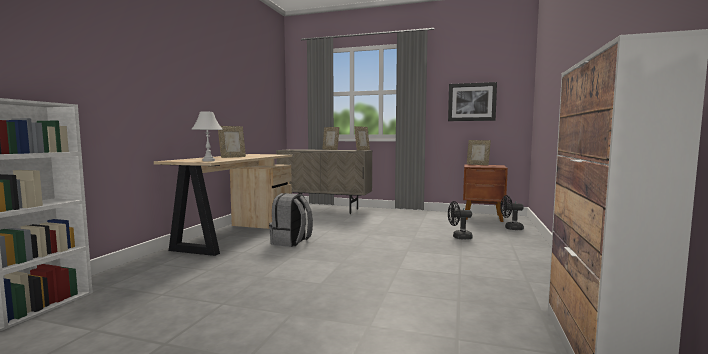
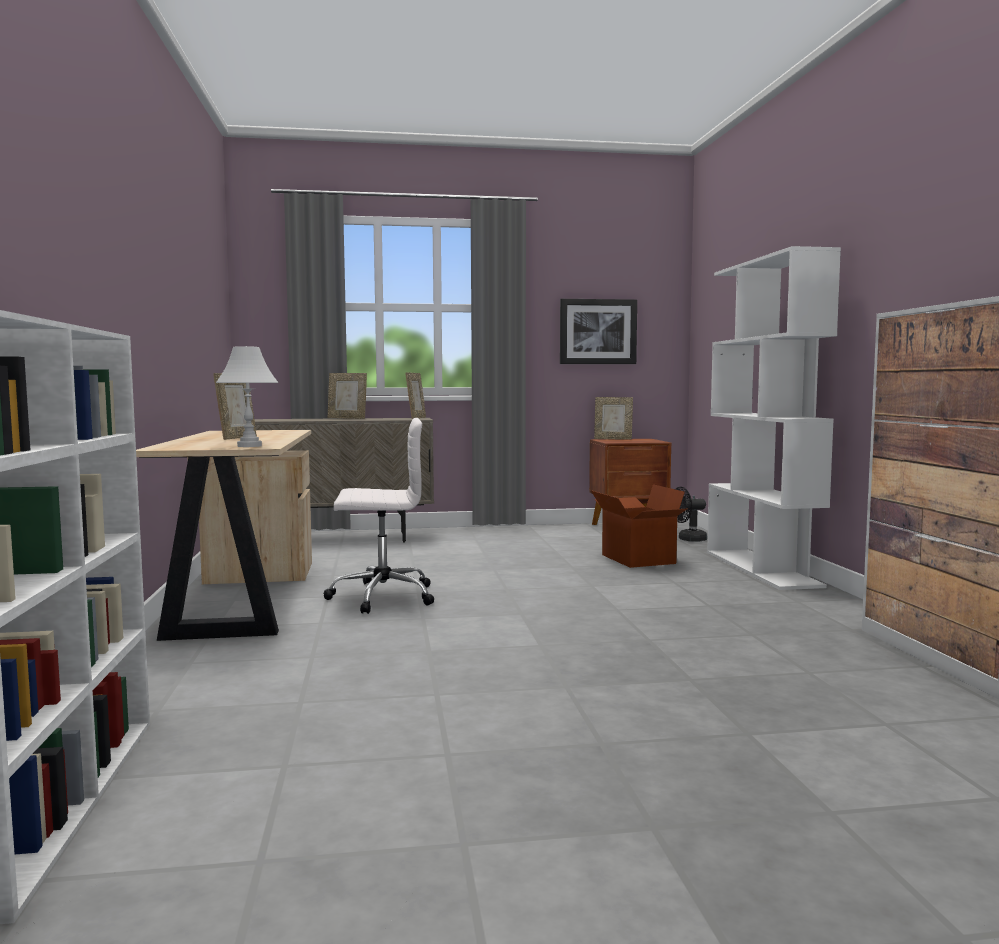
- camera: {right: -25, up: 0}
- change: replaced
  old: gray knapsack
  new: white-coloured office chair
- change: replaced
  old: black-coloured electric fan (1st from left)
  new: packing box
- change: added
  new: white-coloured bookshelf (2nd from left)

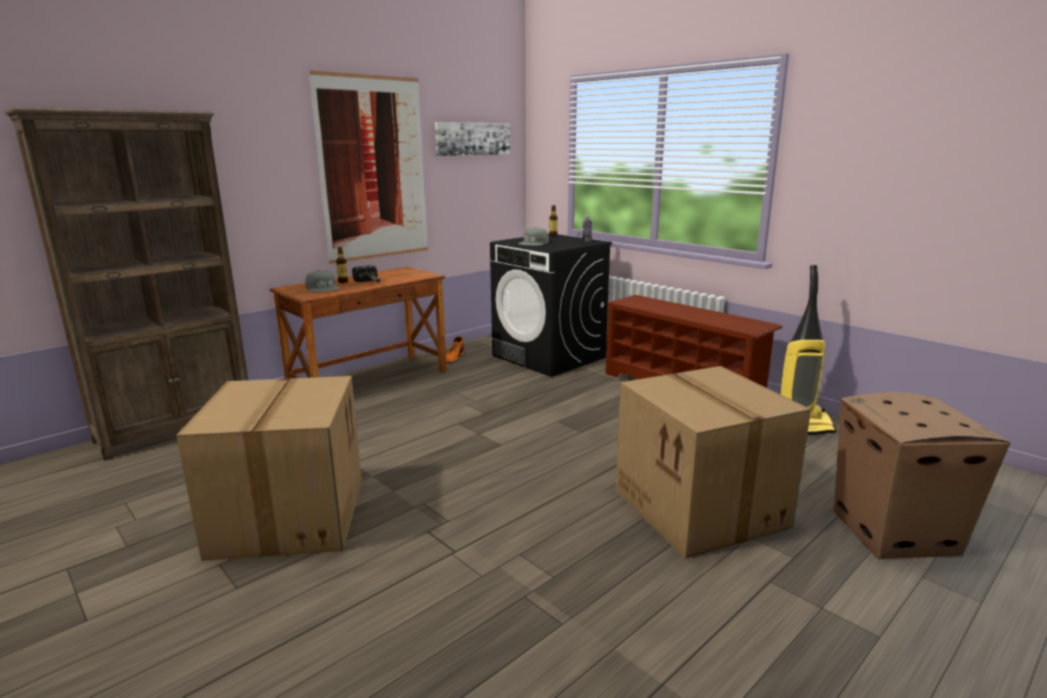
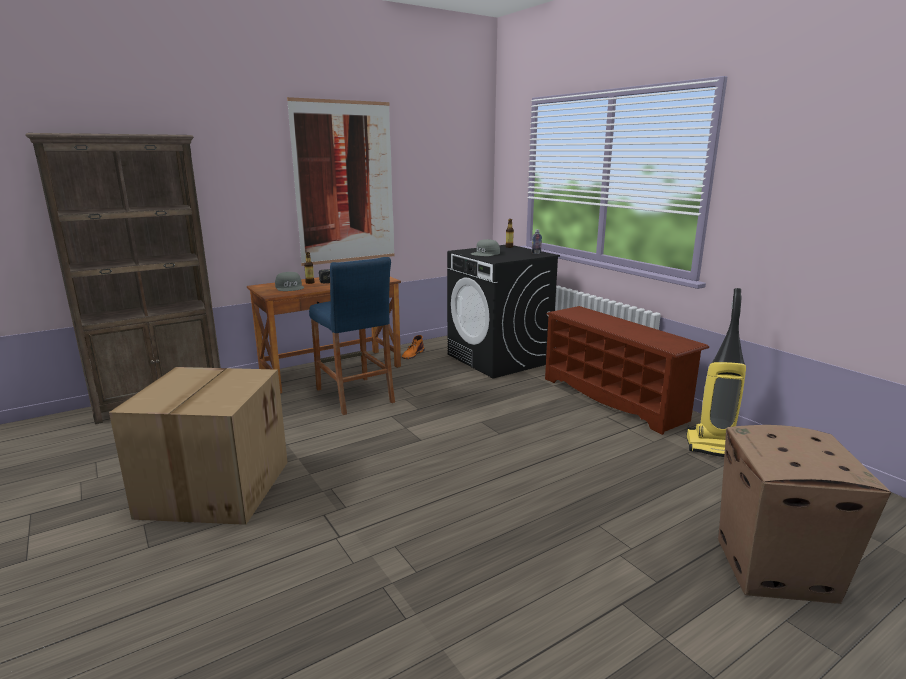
- camera: {right: 10, up: 0}
- change: removed
  old: wall picture (2nd from left)
- change: removed
  old: packing box (2nd from left)
- change: added
  new: blue stool

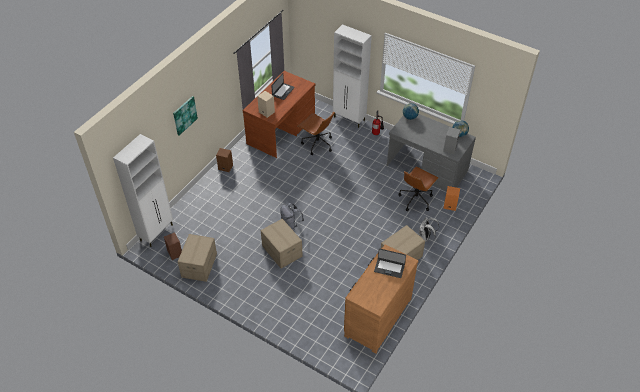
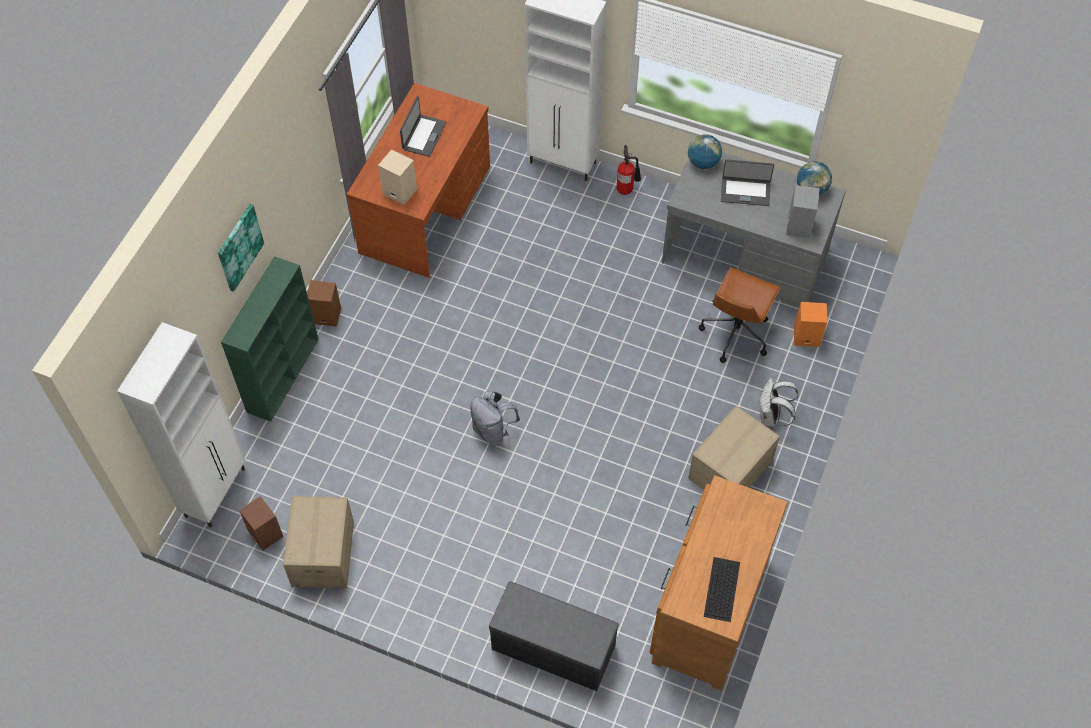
- camera: {right: -10, up: 10}
- change: removed
  old: brown-coloured office chair (1st from left)
- change: removed
  old: packing box (2nd from left)
- change: moved
  old: notebook computer (2nd from left)
- change: added
  new: green-coloured bookshelf
- change: added
  new: computer keyboard
- change: added
  new: gray indoor bench

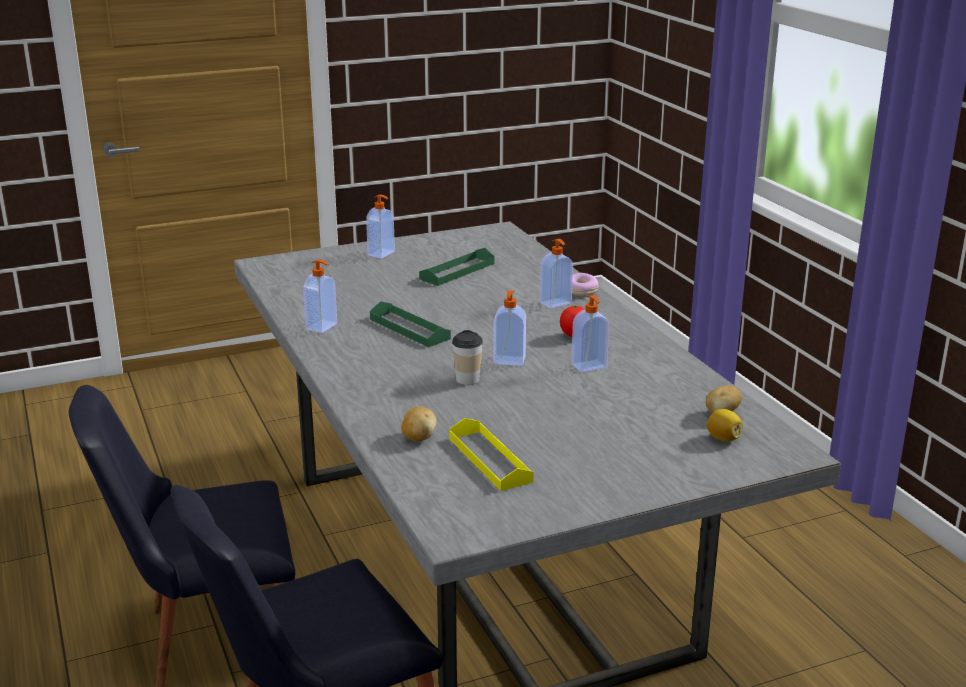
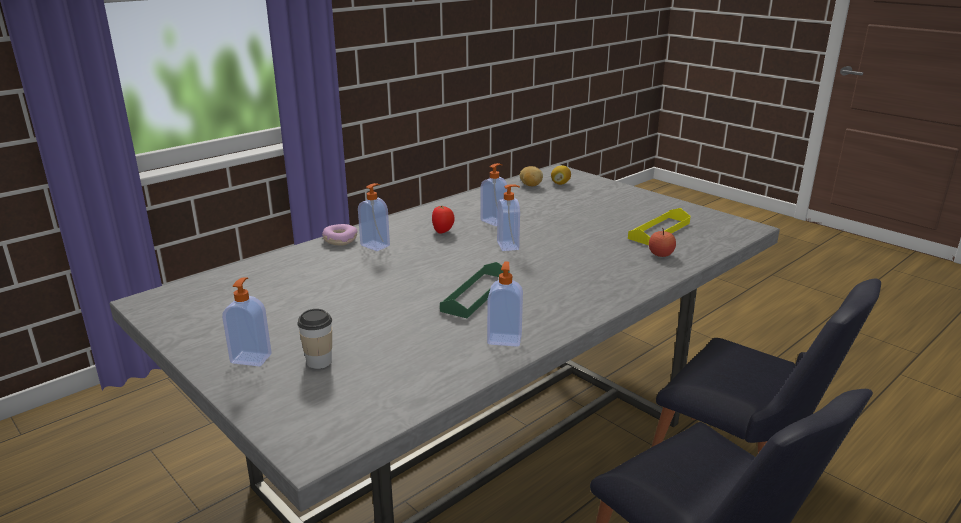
- camera: {right: -110, up: 0}
- change: removed
  old: green-coloured serving tray (2nd from left)
- change: moved
  old: drinking cup
- change: replaced
  old: spud (1st from left)
  new: apple fruit

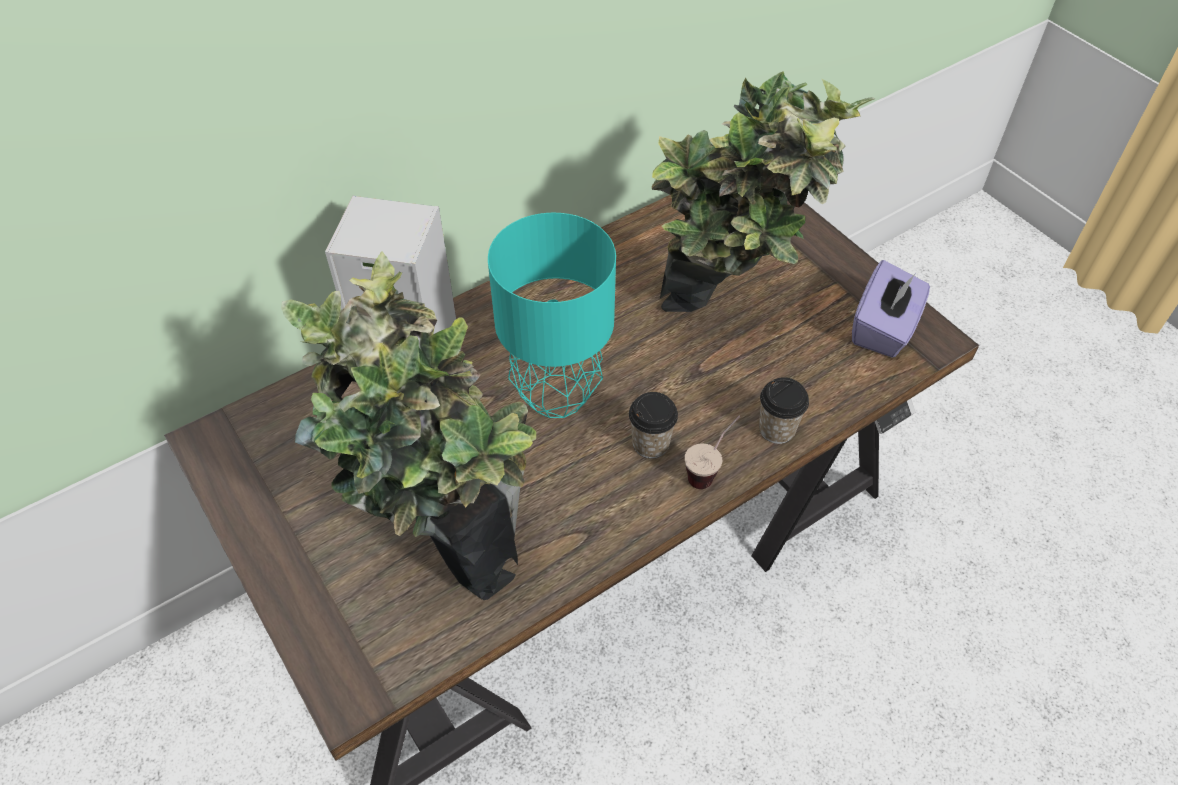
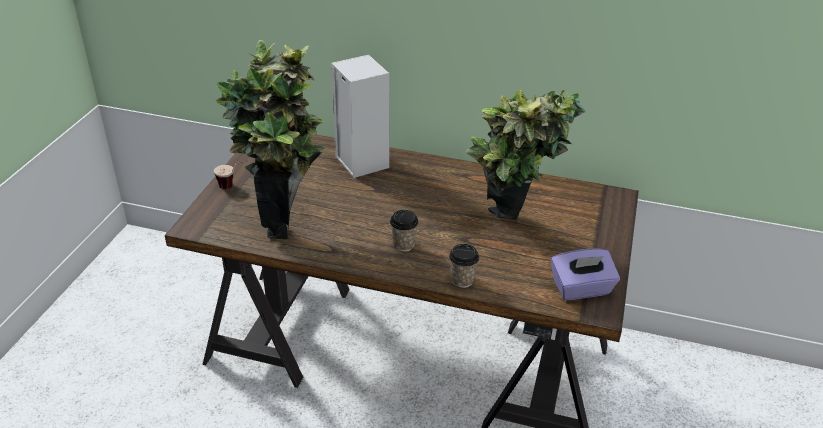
- camera: {right: 50, up: -15}
- change: removed
  old: blue-green lamp for a table
- change: moved
  old: drinking cup (2nd from left in the first image)
  new: drinking cup (1st from left)

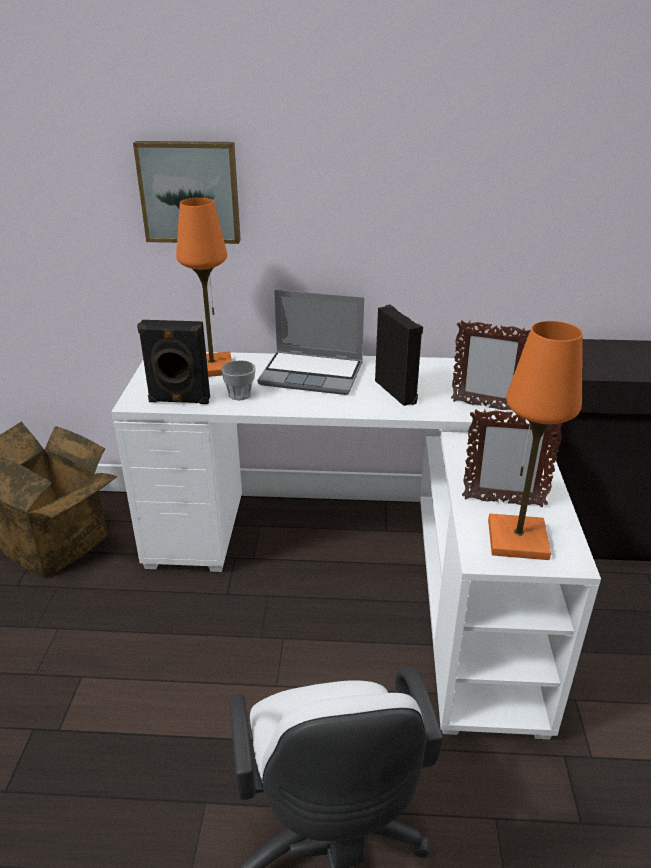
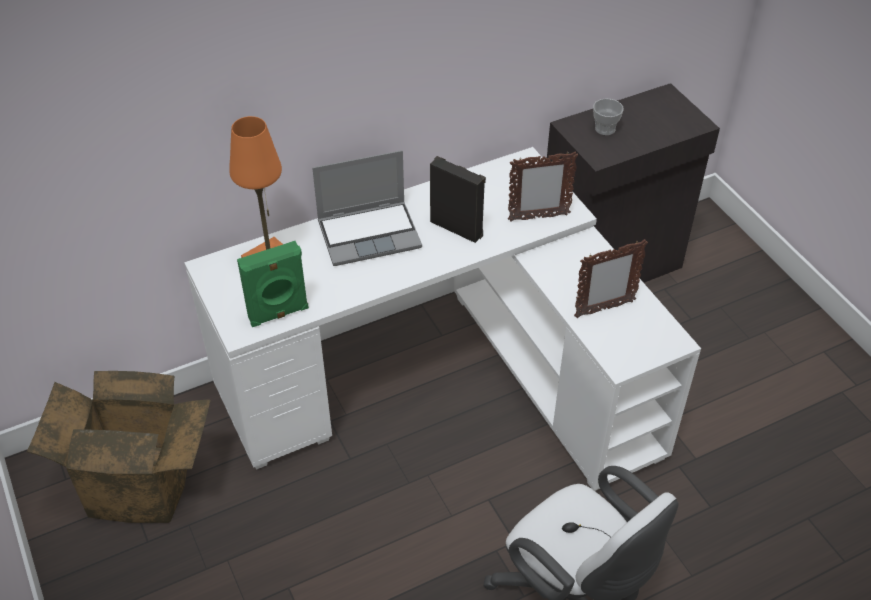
- camera: {right: -30, up: 15}
- change: removed
  old: wall picture
- change: recoloured
  old: black-coloured audio speaker (1st from left)
  new: green-coloured audio speaker
- change: removed
  old: orangey lamp for a table (2nd from left)
- change: moved
  old: drinking cup

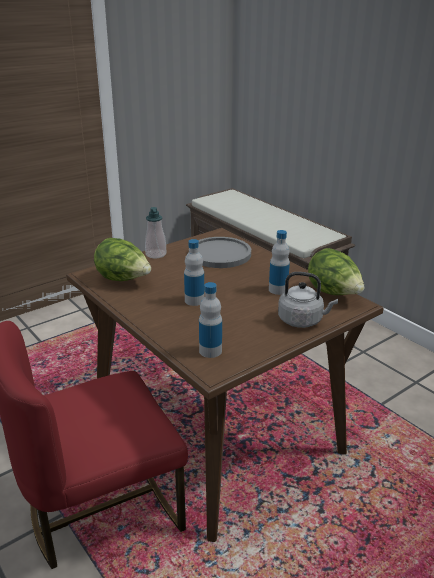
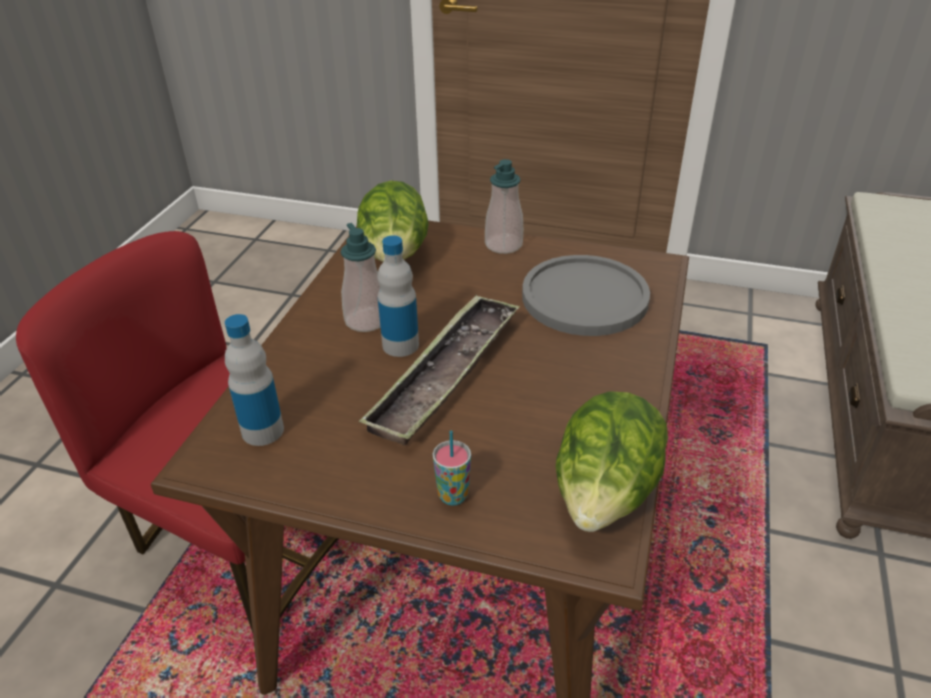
- camera: {right: 55, up: 10}
- change: removed
  old: drink bottle (3rd from left)
- change: replaced
  old: gray tea kettle
  new: drinking cup
- change: added
  new: soap dispenser (1st from left)
- change: added
  new: serving tray

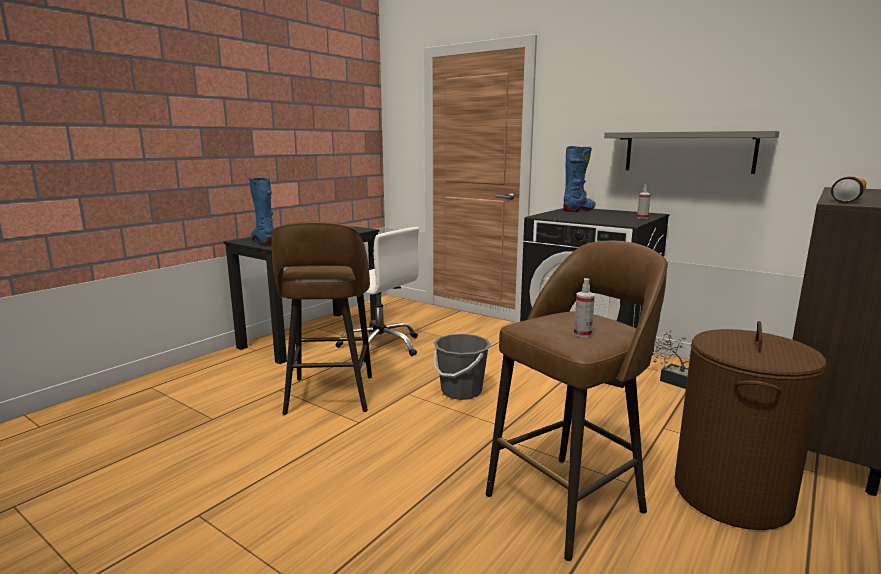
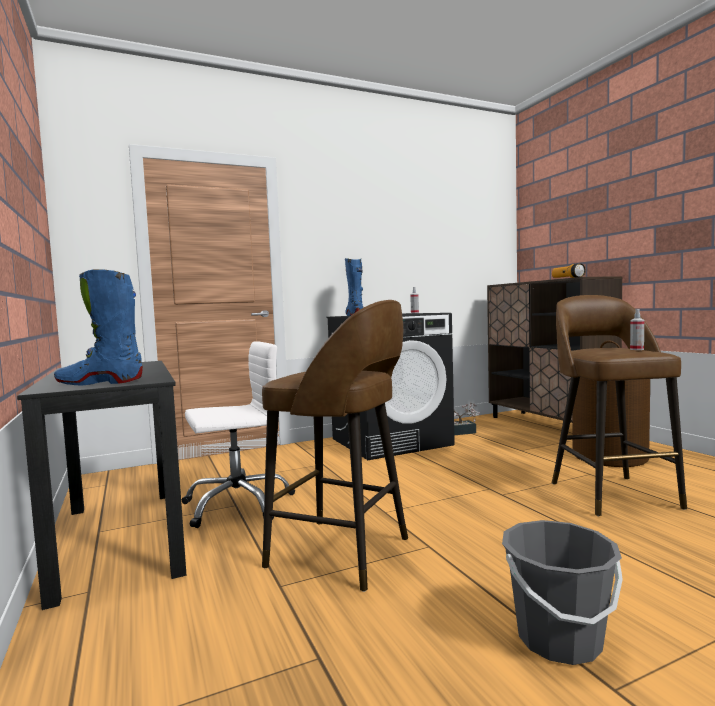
- camera: {right: -60, up: -10}
- change: removed
  old: gray shelf
- change: moved
  old: gray bucket

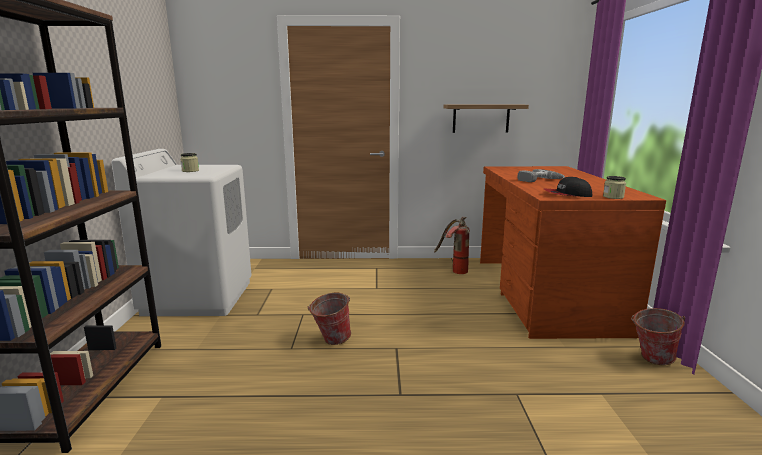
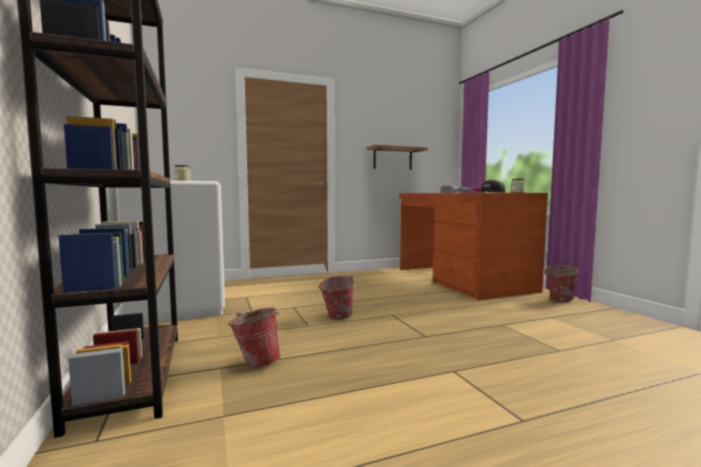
- camera: {right: -20, up: -10}
- change: removed
  old: extinguisher
- change: added
  new: bucket (1st from left)

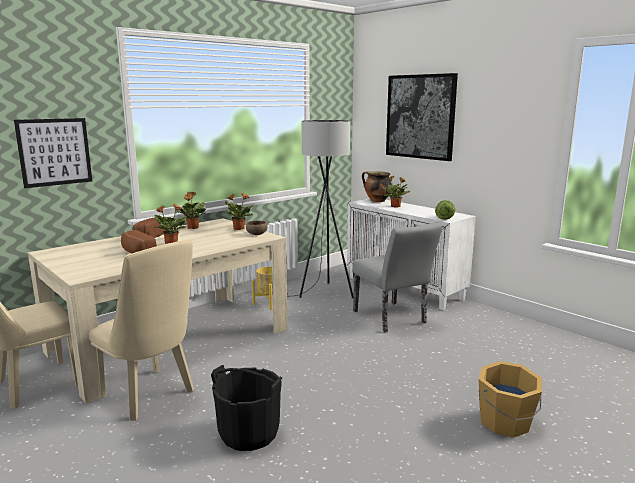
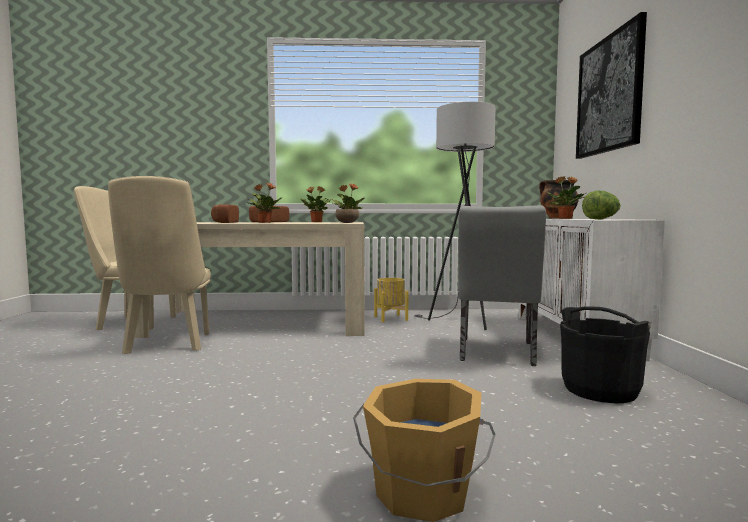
- camera: {right: 40, up: -10}
- change: removed
  old: wall picture (1st from left)
- change: moved
  old: black-coloured bucket

